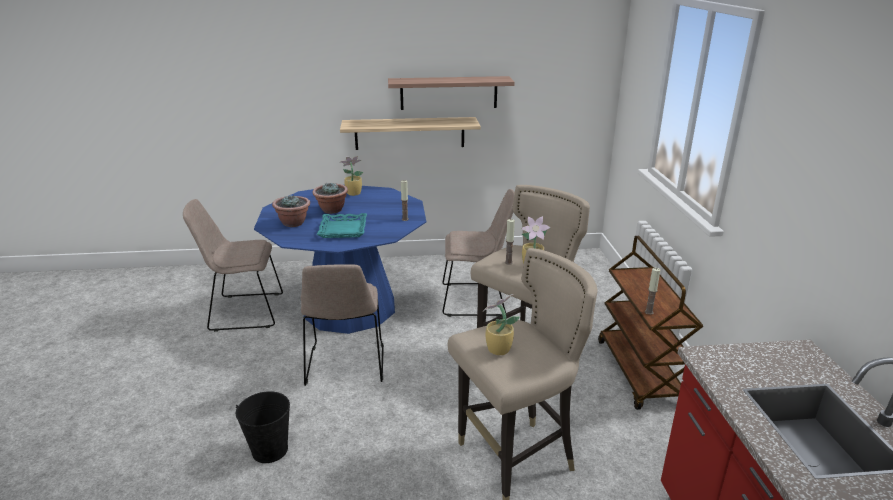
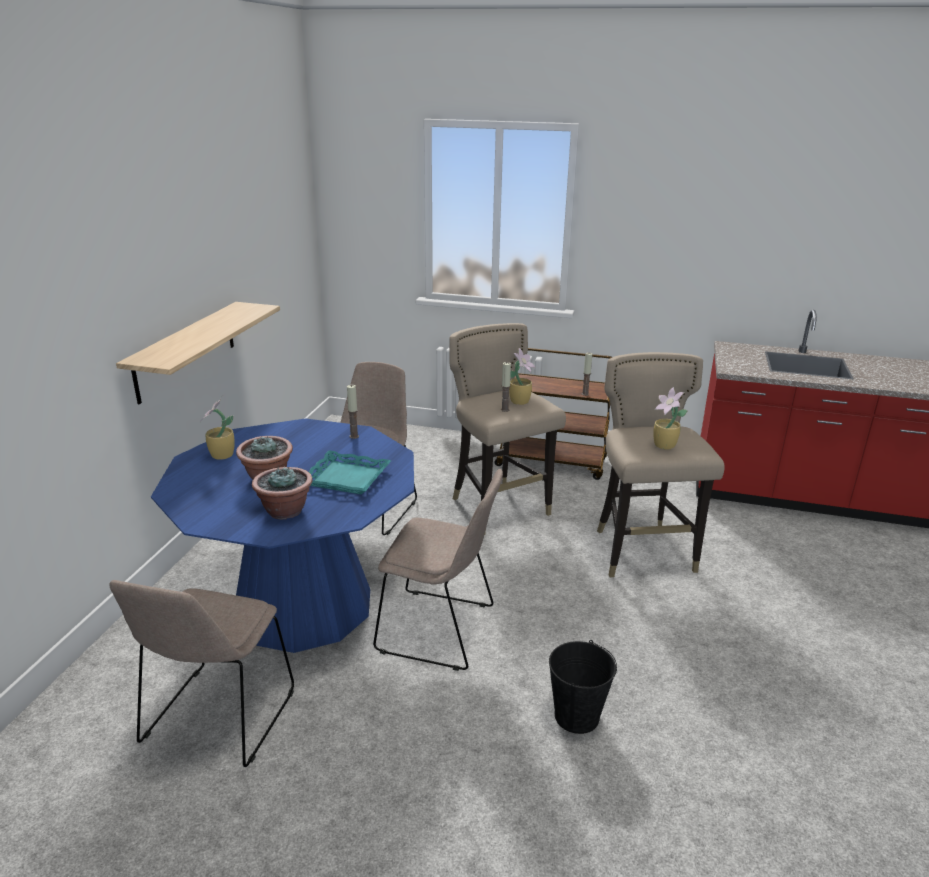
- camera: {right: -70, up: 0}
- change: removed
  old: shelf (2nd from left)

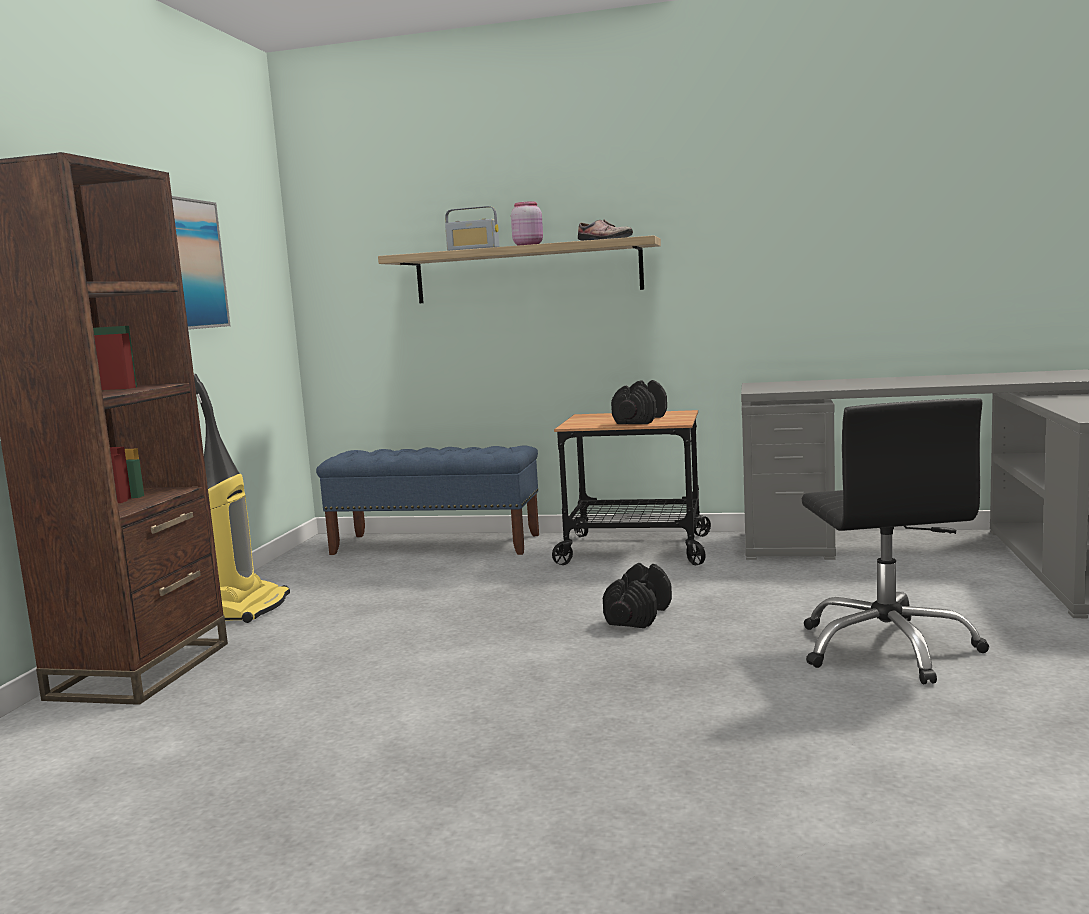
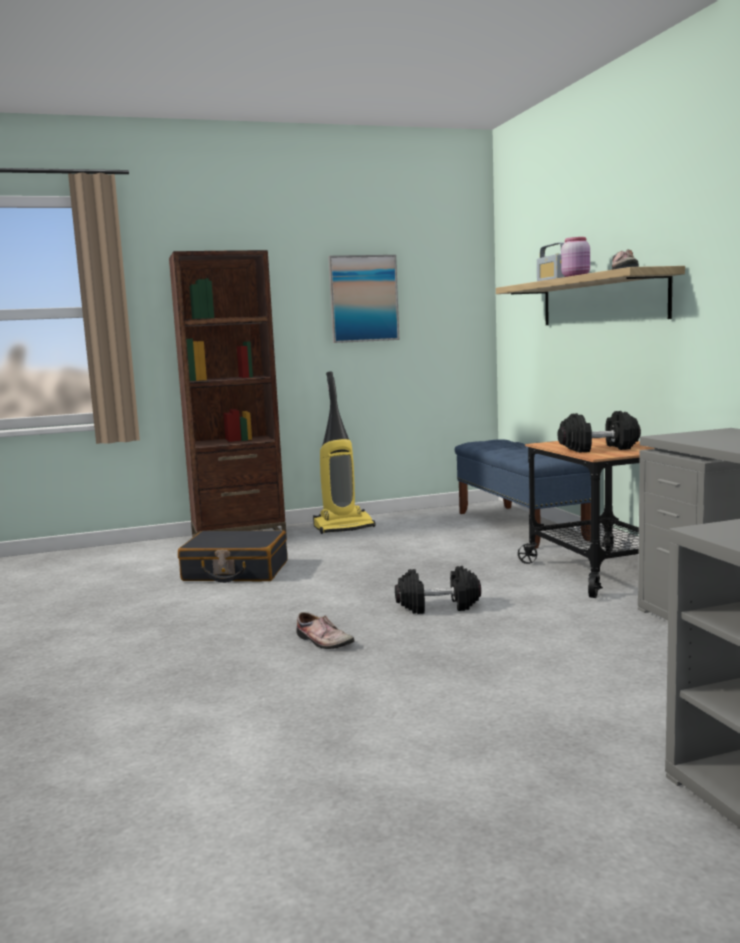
- camera: {right: 60, up: 0}
- change: removed
  old: black-coloured office chair
- change: added
  new: black-coloured suitcase
- change: added
  new: shoe (1st from left)

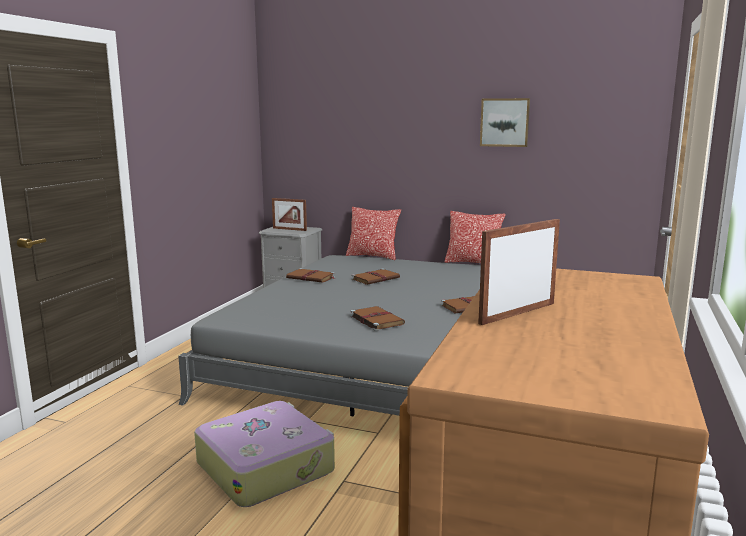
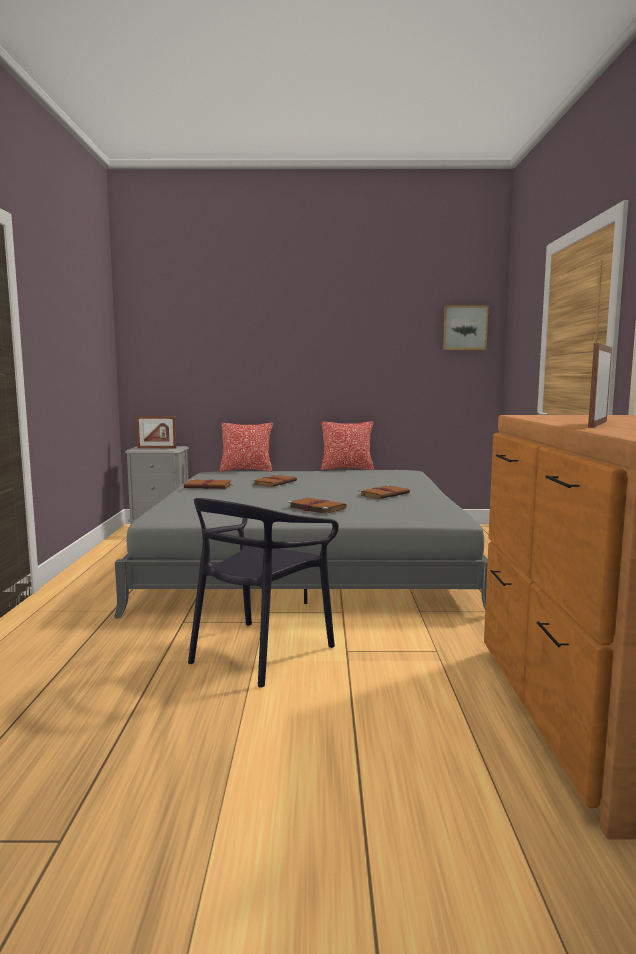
- camera: {right: -20, up: -5}
- change: moved
  old: wall picture
- change: replaced
  old: suitcase
  new: black-coloured plain chair

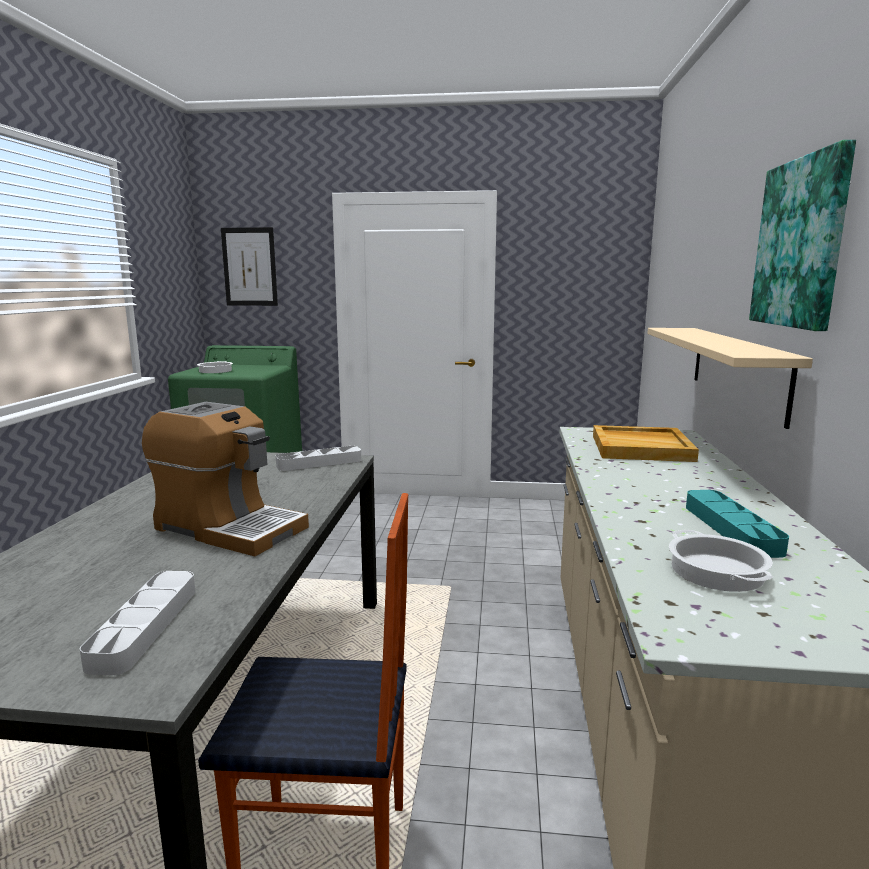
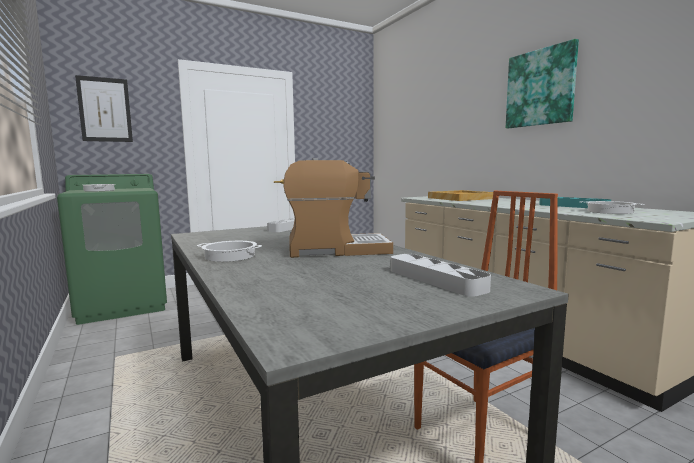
- camera: {right: -35, up: -5}
- change: removed
  old: sand-coloured shelf
- change: added
  new: stockpot (2nd from left)

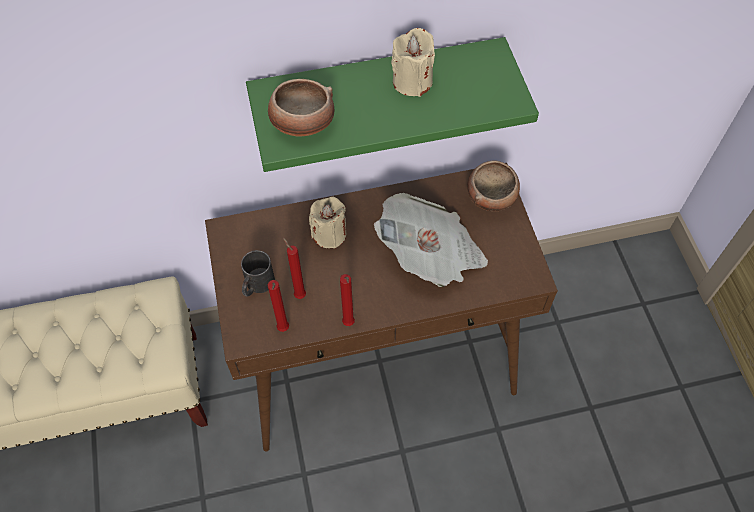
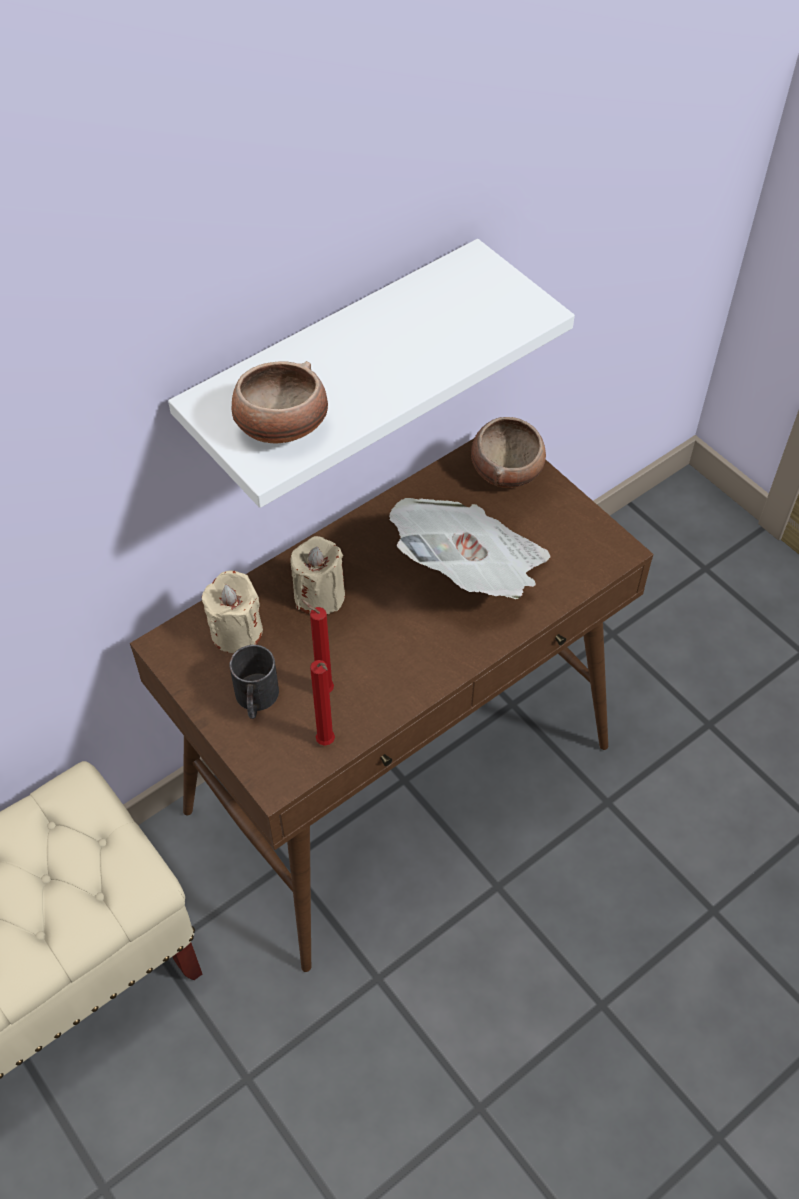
- camera: {right: -25, up: -5}
- change: moved
  old: sand-coloured wax light (2nd from left in the first image)
  new: sand-coloured wax light (1st from left)
- change: recoloured
  old: green-coloured shelf
  new: white-coloured shelf
- change: removed
  old: red wax light (3rd from left)

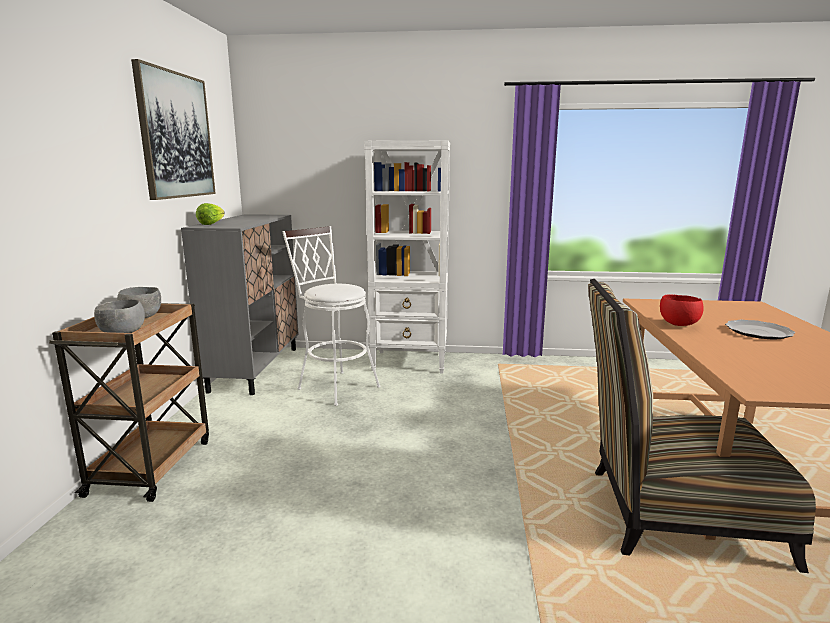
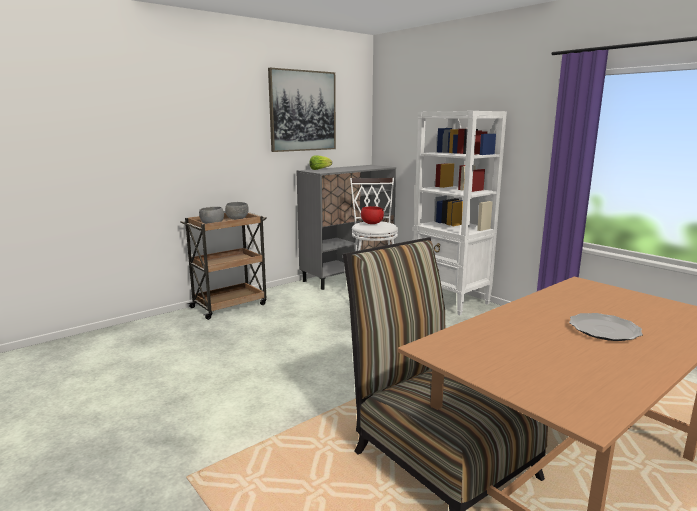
- camera: {right: 45, up: 0}
- change: moved
  old: red deep dish

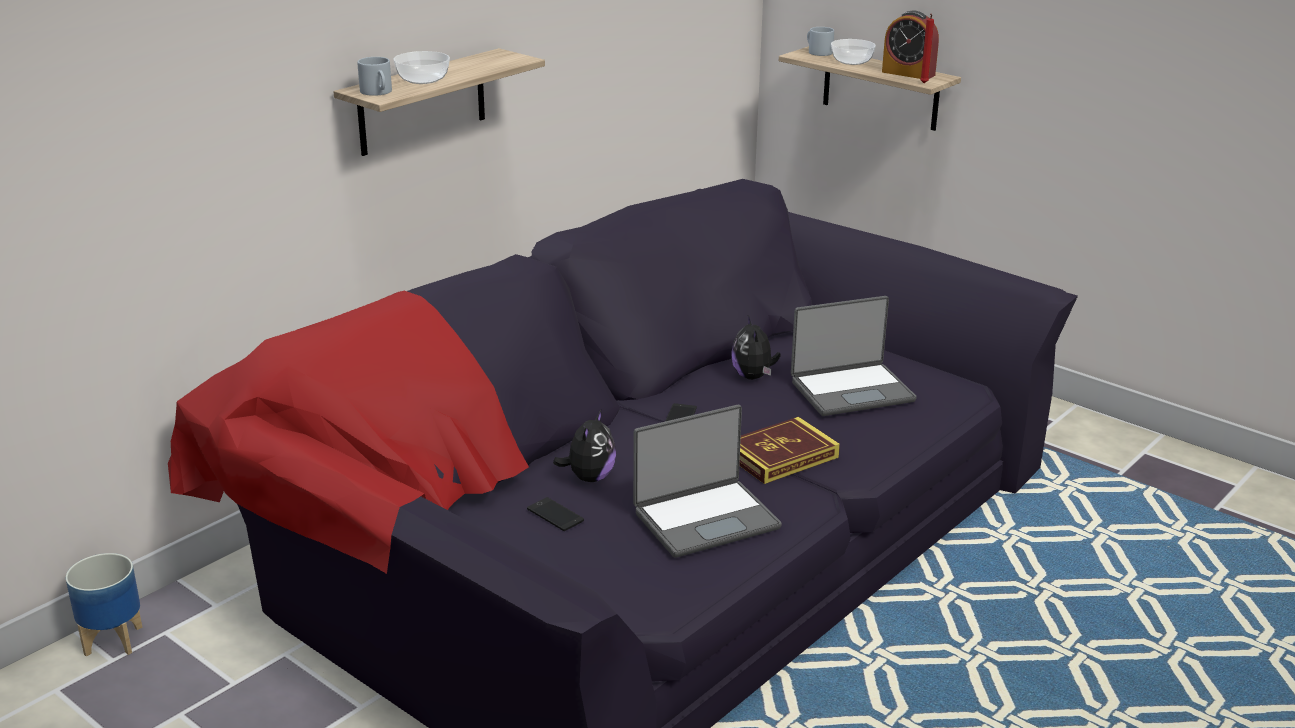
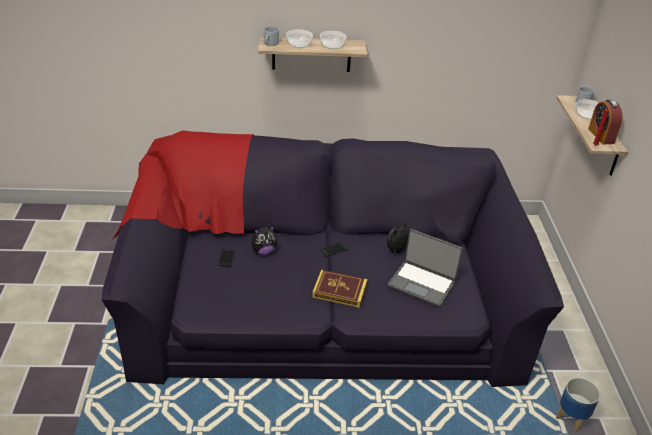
- camera: {right: 45, up: 10}
- change: removed
  old: notebook computer (1st from left)
- change: moved
  old: planter
- change: added
  new: deep dish (2nd from left)

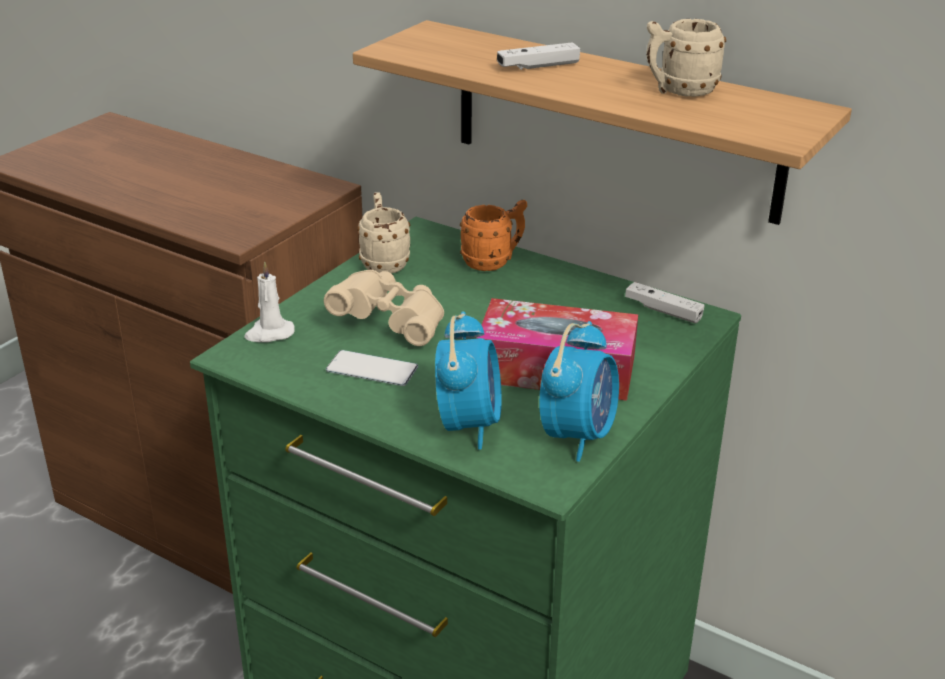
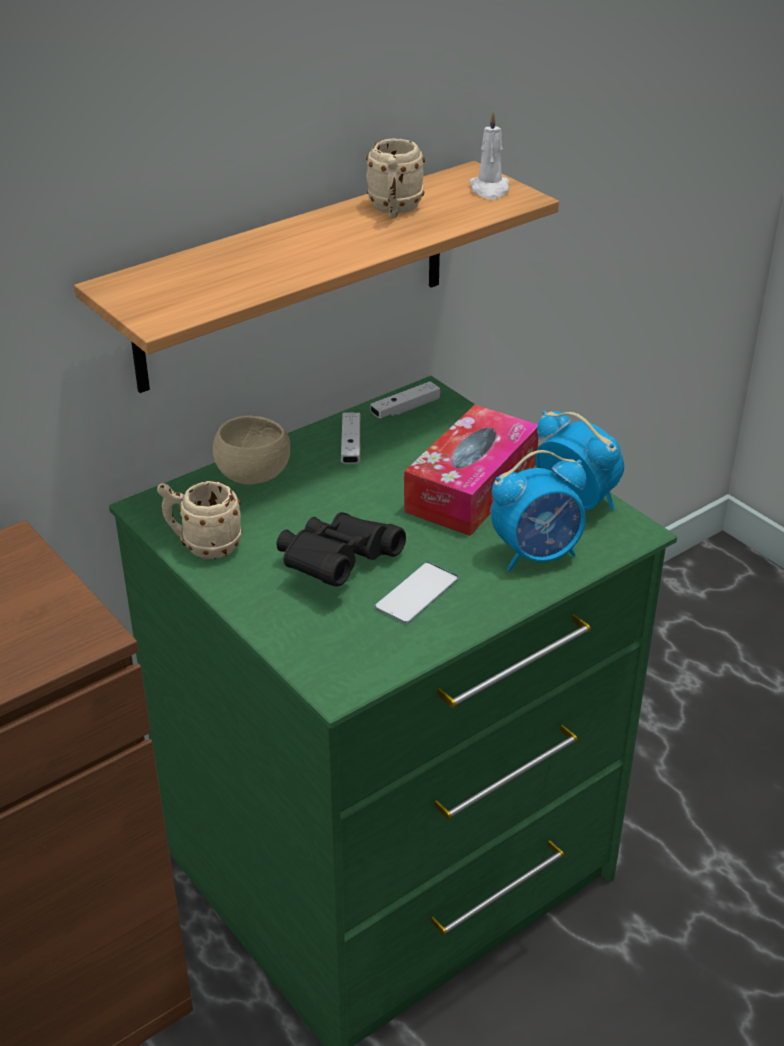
- camera: {right: -70, up: 5}
- change: moved
  old: white-coloured gamepad (1st from left)
- change: replaced
  old: orangey mug
  new: sand-coloured deep dish
- change: moved
  old: white-coloured wax light
- change: recoloured
  old: sand-coloured field glasses
  new: black-coloured field glasses
- change: turned
  old: alarm clock (1st from left)
  degrees: 135

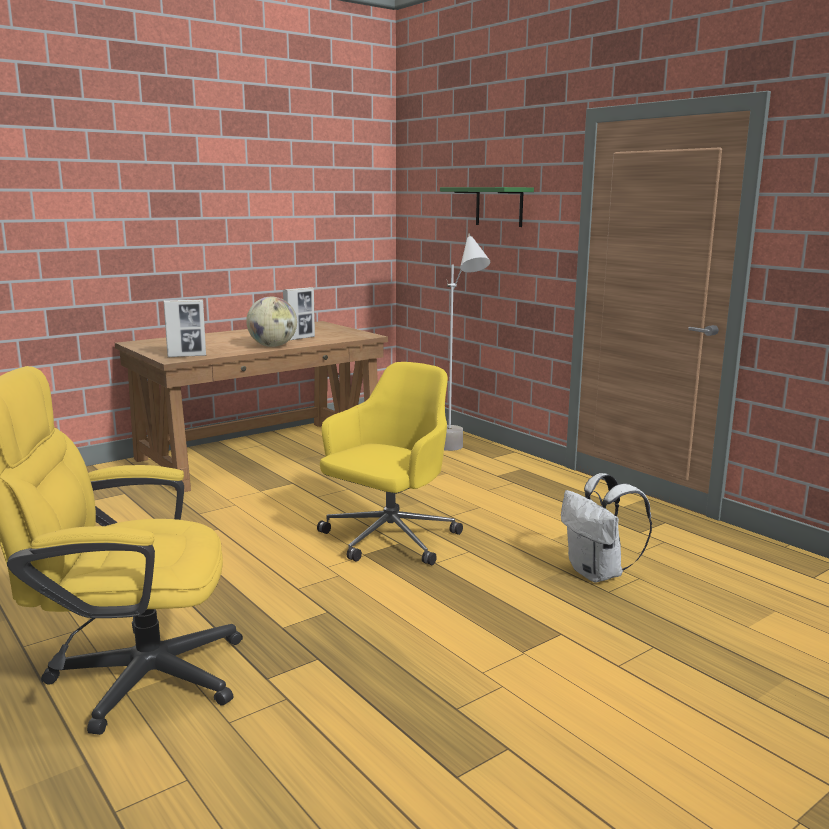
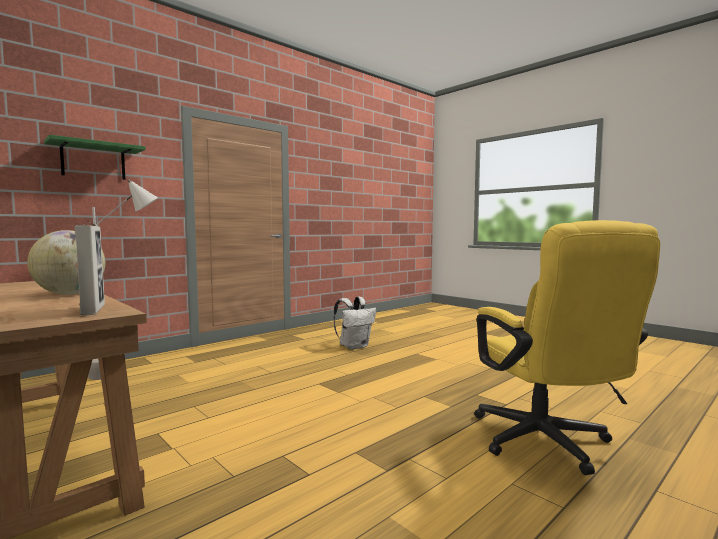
- camera: {right: -95, up: -10}
- change: removed
  old: photo frame (2nd from left)
- change: removed
  old: yellowish office chair (2nd from left)

